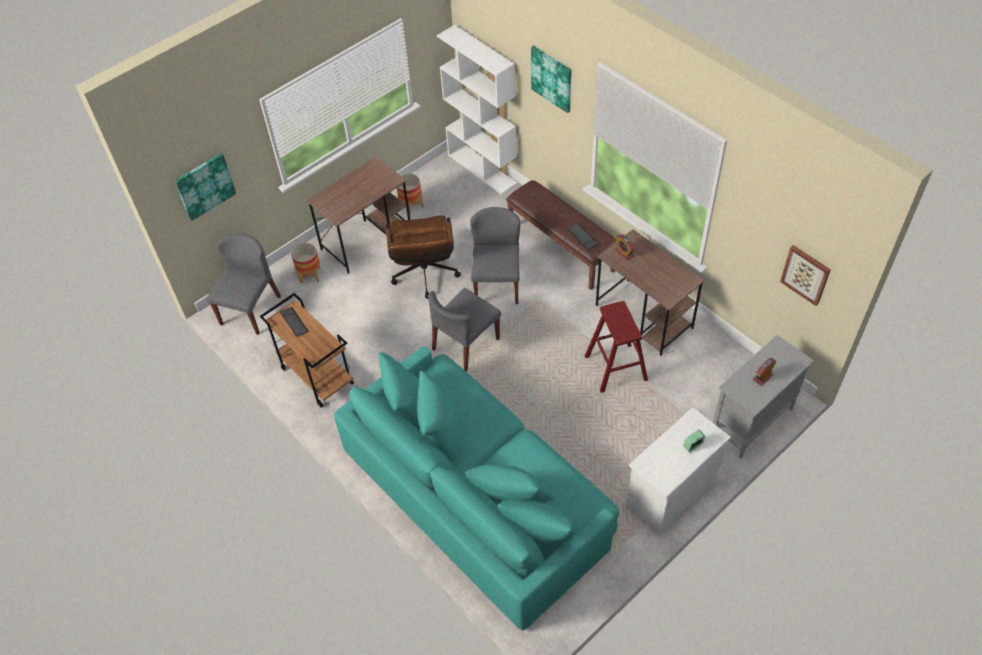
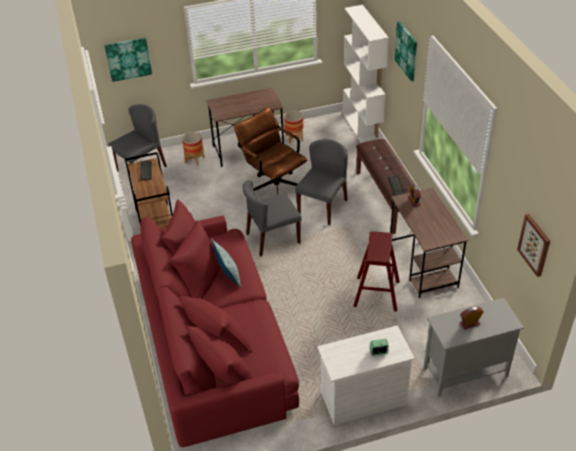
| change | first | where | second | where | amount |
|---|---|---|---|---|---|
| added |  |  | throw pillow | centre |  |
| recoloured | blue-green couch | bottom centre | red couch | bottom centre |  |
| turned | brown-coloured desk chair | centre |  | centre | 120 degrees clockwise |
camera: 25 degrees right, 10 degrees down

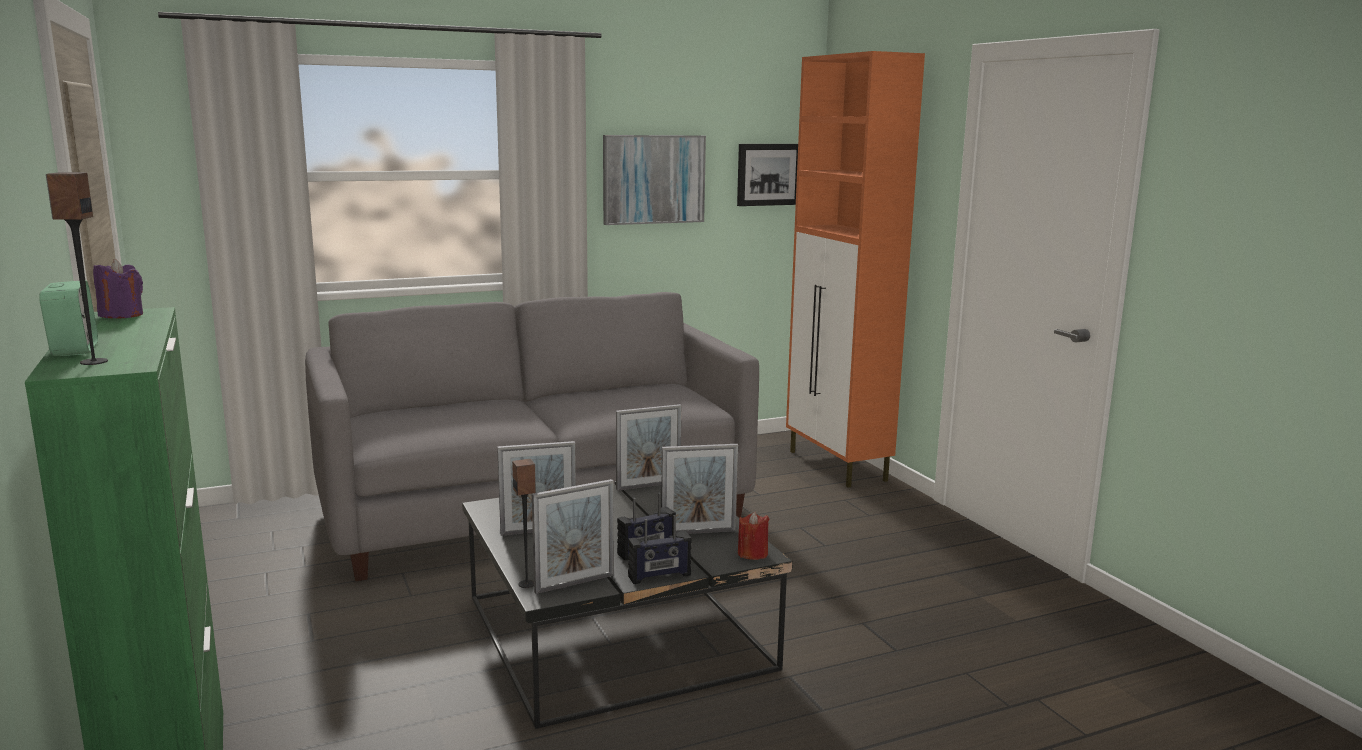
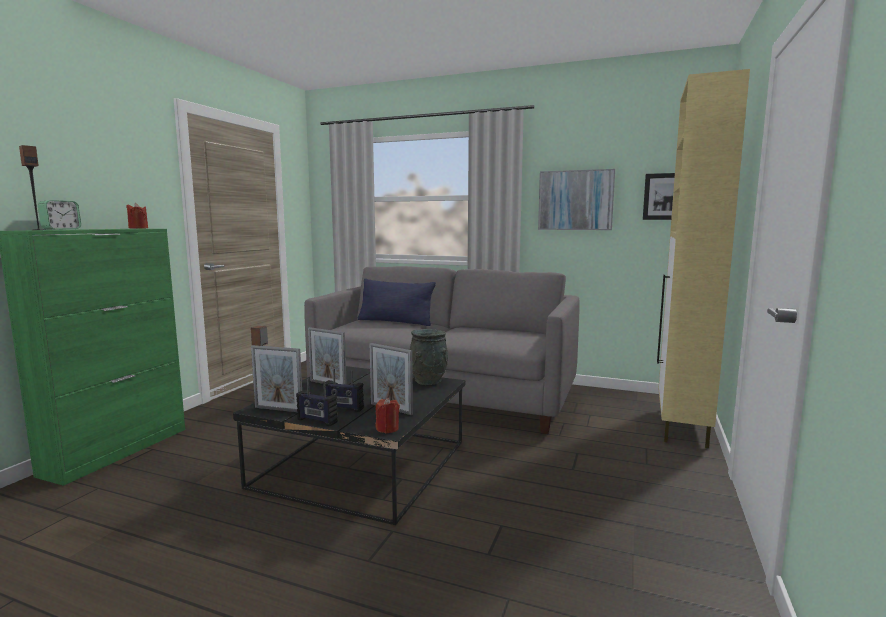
| change | first | where | second | where | amount |
|---|---|---|---|---|---|
| added |  |  | blue-coloured throw pillow | centre |  |
| replaced | picture frame (3rd from left) | centre | gray decorative vase | centre |  |
| recoloured | purplish wax light | middle left | red wax light (1st from left) | middle left |  |
| recoloured | orange cabinet | centre | beige cabinet | middle right |  |
camera: 45 degrees right, 5 degrees down

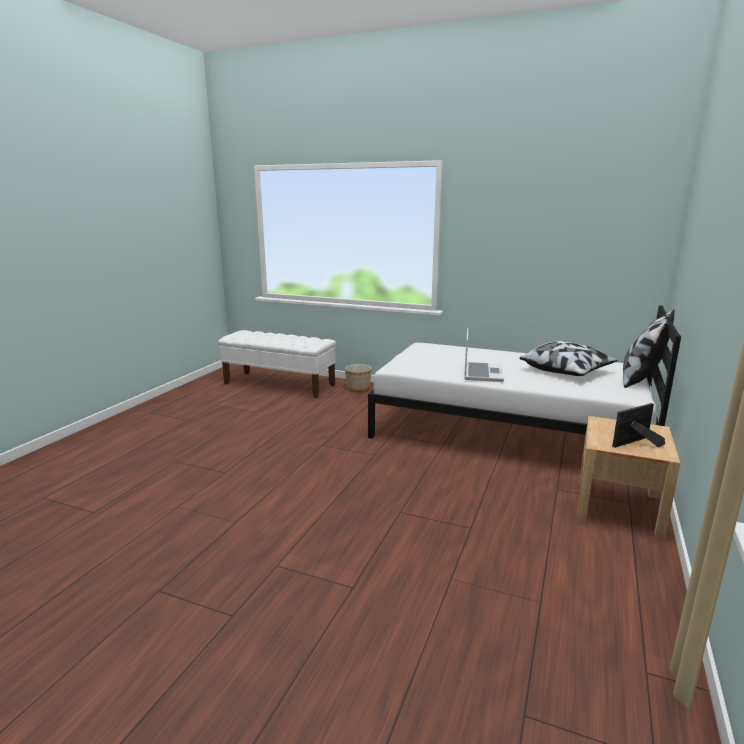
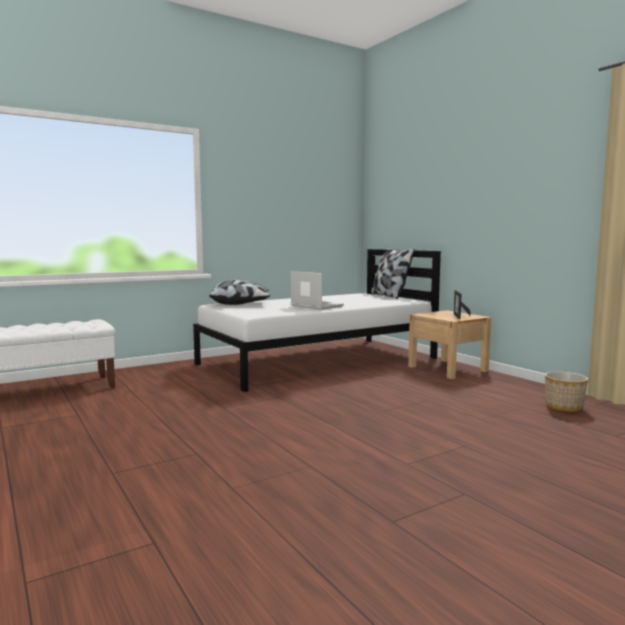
| change | first | where | second | where | amount |
|---|---|---|---|---|---|
| moved | plant pot | centre |  | middle right |  |
| moved | throw pillow (1st from left) | middle right |  | centre |  |
camera: 55 degrees left, 10 degrees down

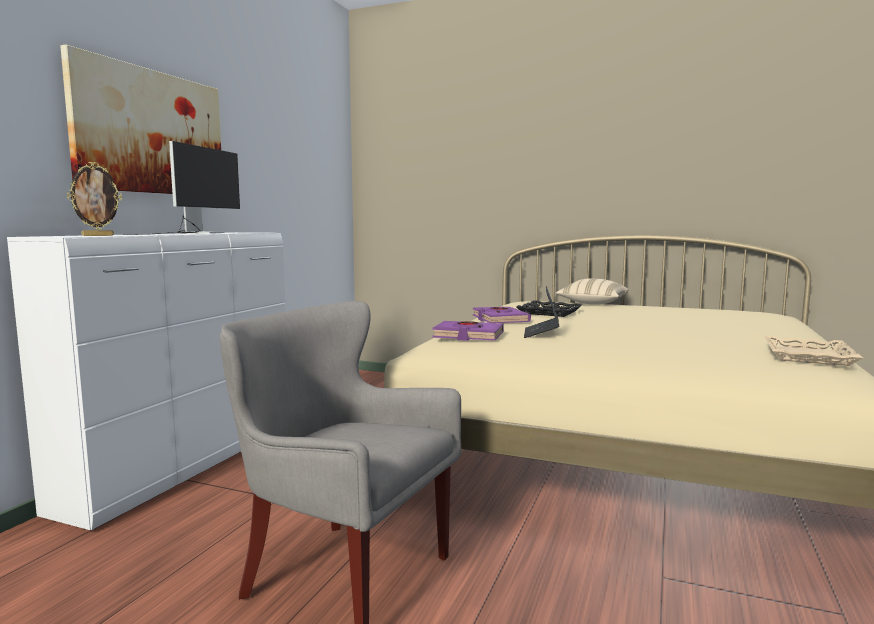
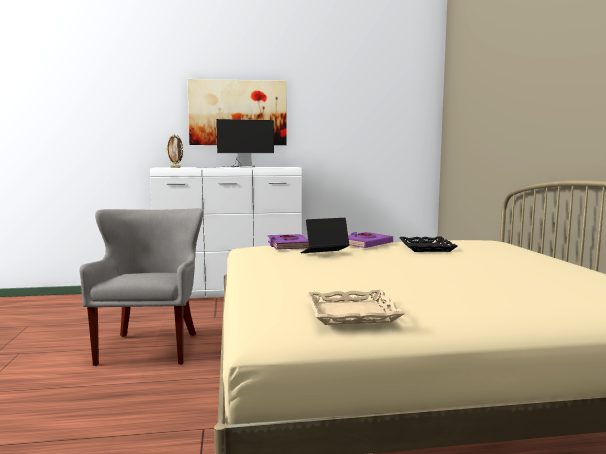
| change | first | where | second | where | amount |
|---|---|---|---|---|---|
| removed | beige throw pillow | middle right |  |  |  |
camera: 60 degrees right, 0 degrees up

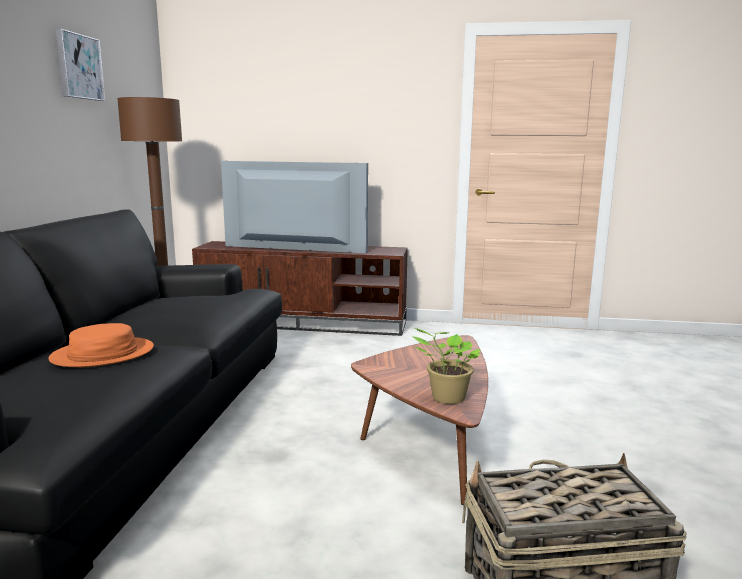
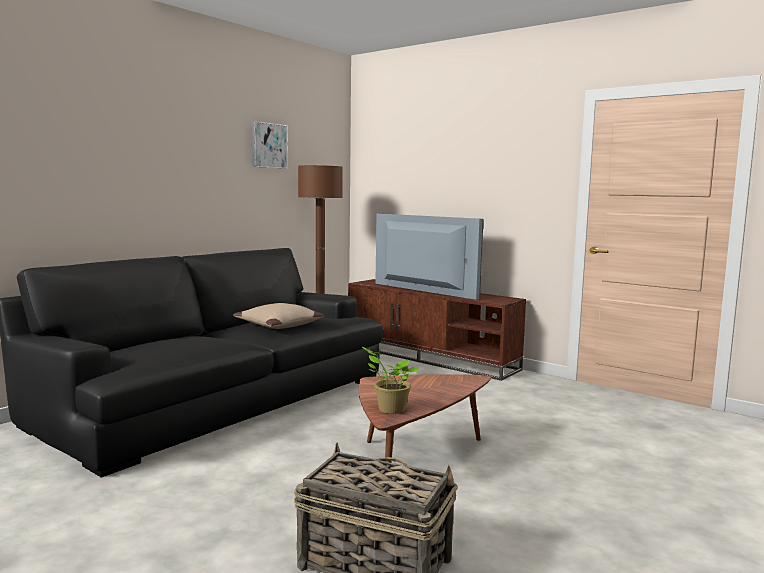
| change | first | where | second | where | amount |
|---|---|---|---|---|---|
| removed | orange hat | middle left |  |  |  |
| added |  |  | beige throw pillow | centre |  |
camera: 30 degrees right, 5 degrees down

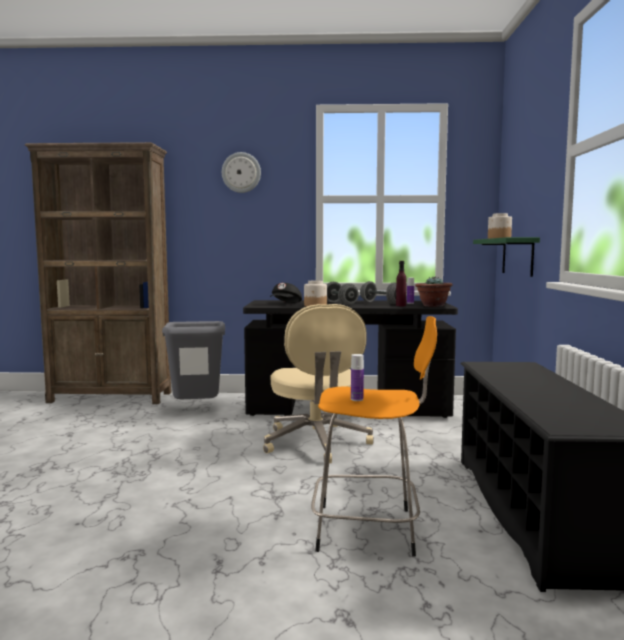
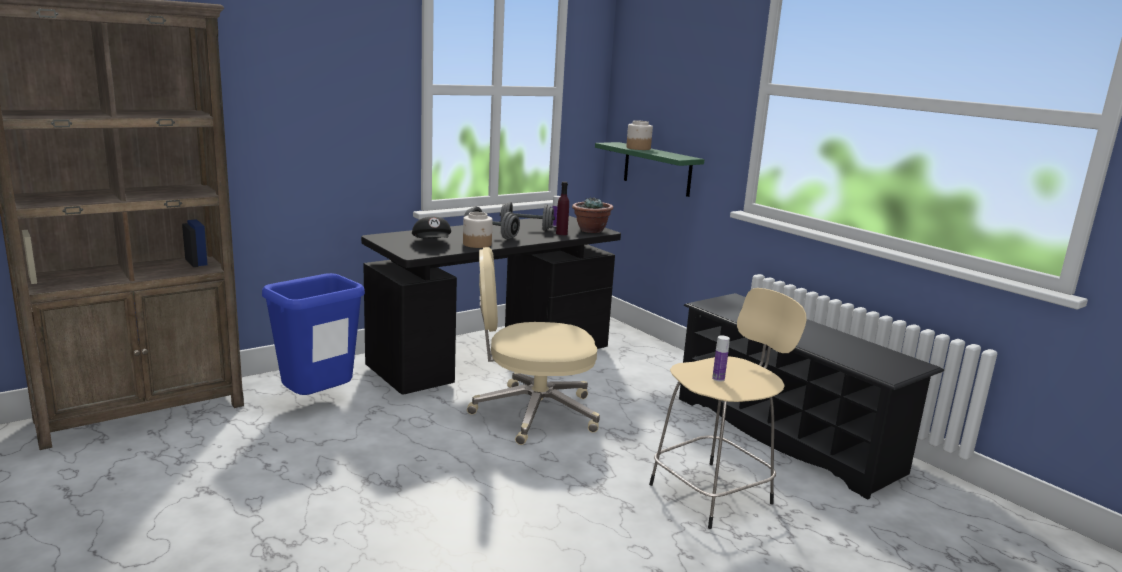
| change | first | where | second | where | amount |
|---|---|---|---|---|---|
| removed | hanging clock | top centre |  |  |  |
| recoloured | gray trash can | middle left | blue-coloured trash can | middle left |  |
| recoloured | orange stool | bottom centre | beige stool | bottom centre |  |
| turned | beige desk chair | centre |  | centre | 135 degrees clockwise |
camera: 40 degrees left, 10 degrees up

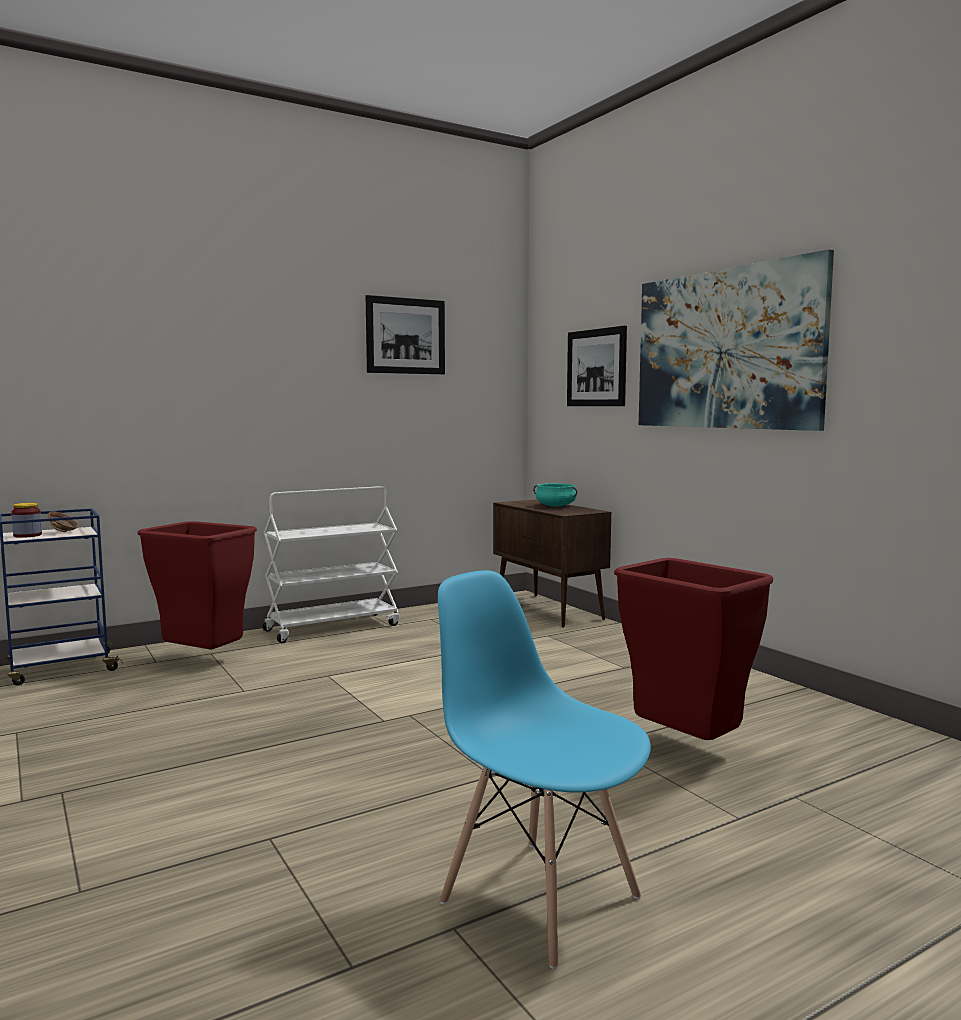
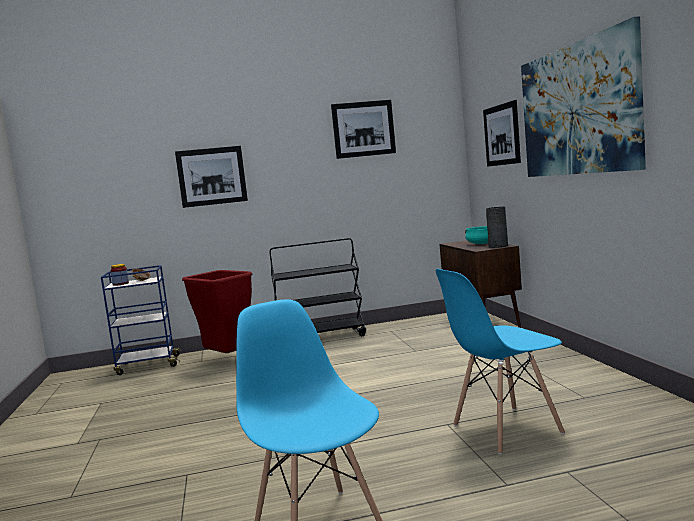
| change | first | where | second | where | amount |
|---|---|---|---|---|---|
| added |  |  | wall art (1st from left) | middle left |  |
| added |  |  | gray decorative vase | middle right |  |
| replaced | red trash can (2nd from left) | middle right | blue-coloured upright chair (2nd from left) | bottom right |  |
| recoloured | whitish wheeled cart | centre | black wheeled cart | centre |  |
camera: 20 degrees right, 0 degrees up

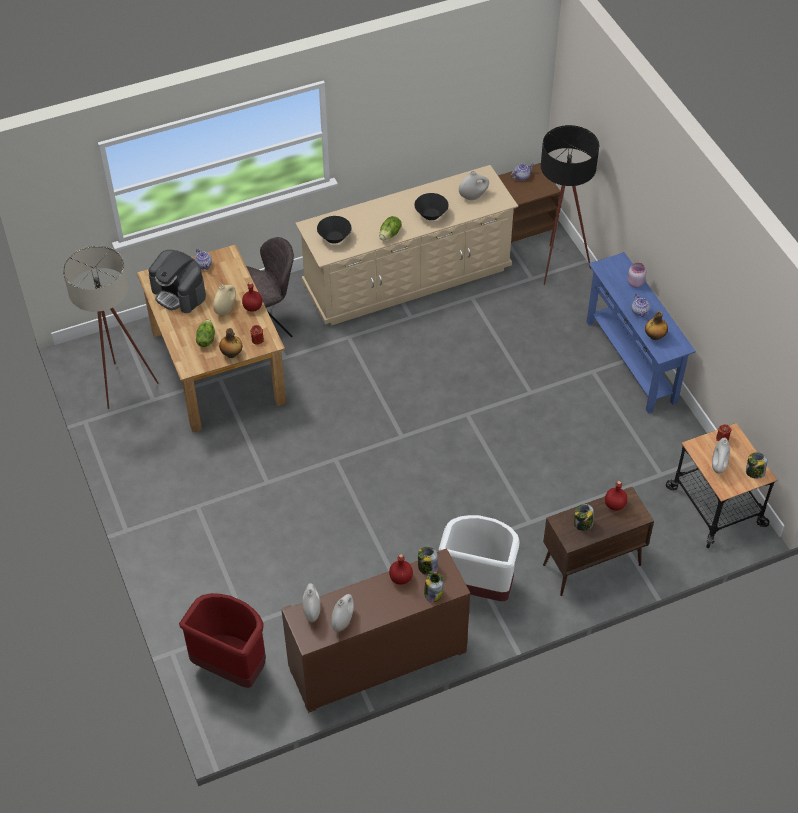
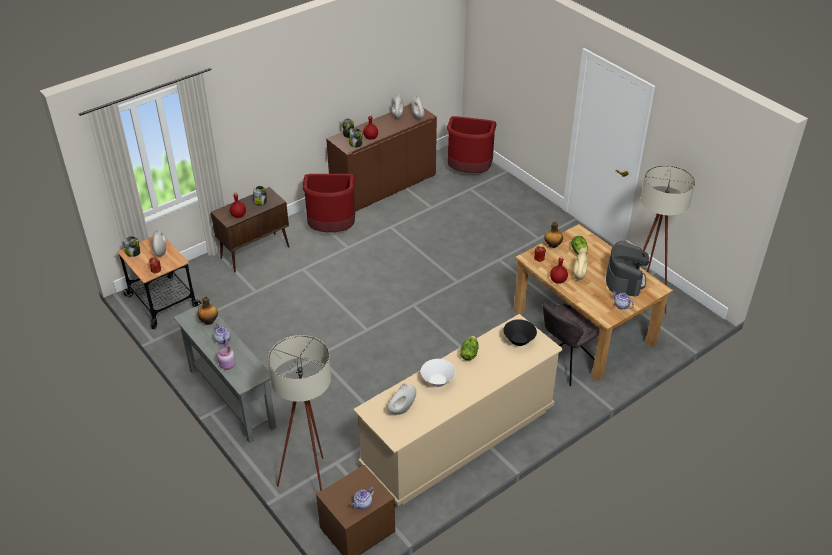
| change | first | where | second | where | amount |
|---|---|---|---|---|---|
| recoloured | black bowl (2nd from left) | top centre | whitish bowl | bottom centre |  |
| recoloured | whitish trash can | bottom centre | red trash can (1st from left) | centre |  |
| recoloured | black standing lamp | top right | beige standing lamp (1st from left) | bottom centre |  |
| recoloured | blue-coloured hall table | middle right | gray hall table | bottom left |  |
| turned | coffee maker | middle left |  | middle right | 75 degrees clockwise |
camera: 165 degrees right, 10 degrees down

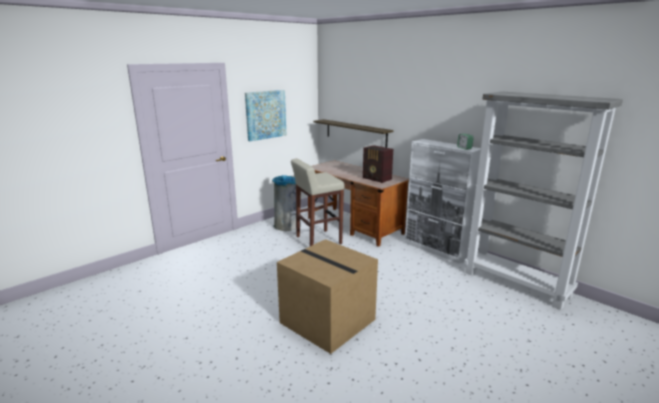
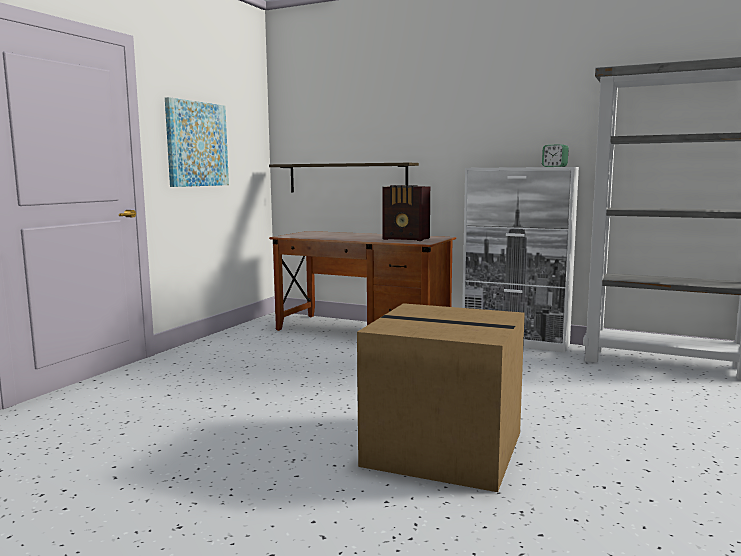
| change | first | where | second | where | amount |
|---|---|---|---|---|---|
| removed | gray trash can | centre |  |  |  |
| removed | beige stool | centre |  |  |  |
camera: 20 degrees left, 10 degrees down

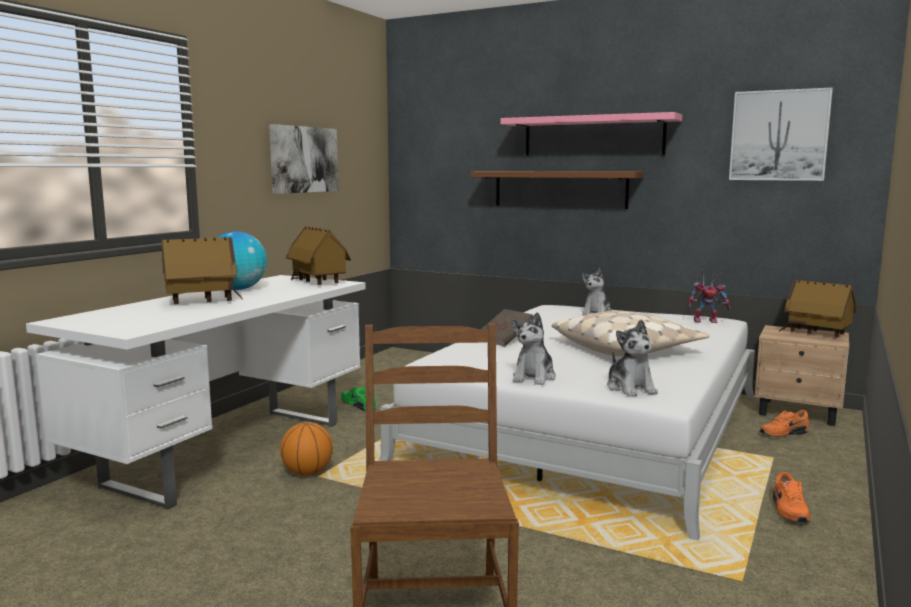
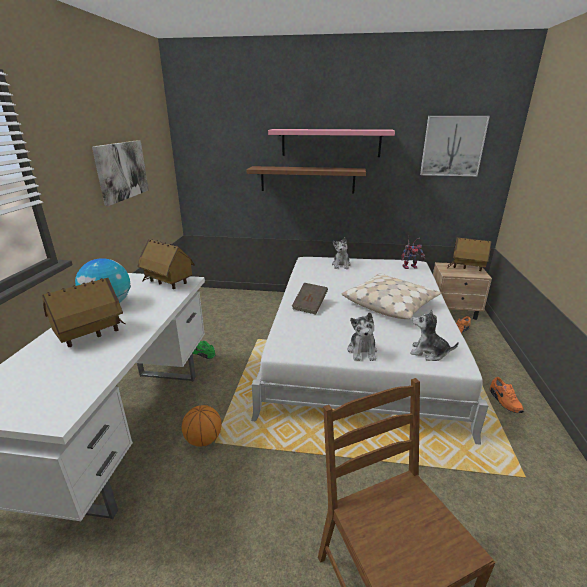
| change | first | where | second | where | amount |
|---|---|---|---|---|---|
| turned | plush toy (3rd from left) | middle right |  | middle right | 150 degrees clockwise |
camera: 20 degrees left, 15 degrees up

